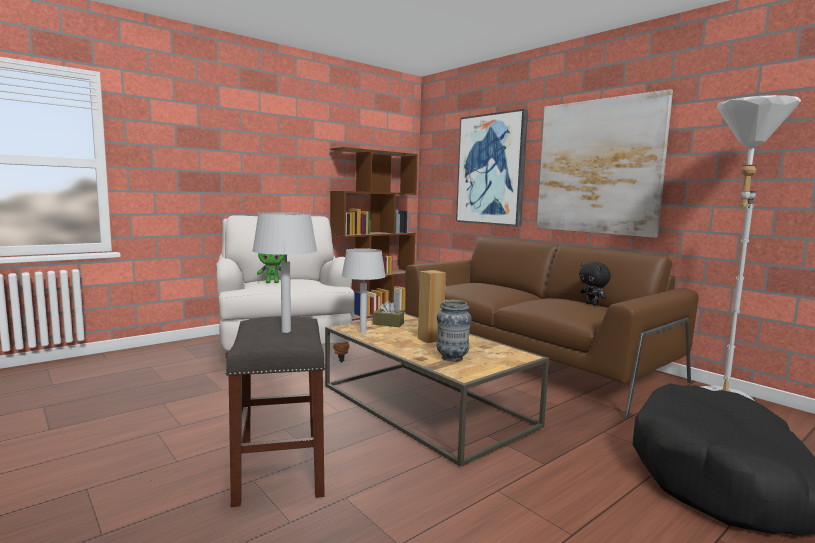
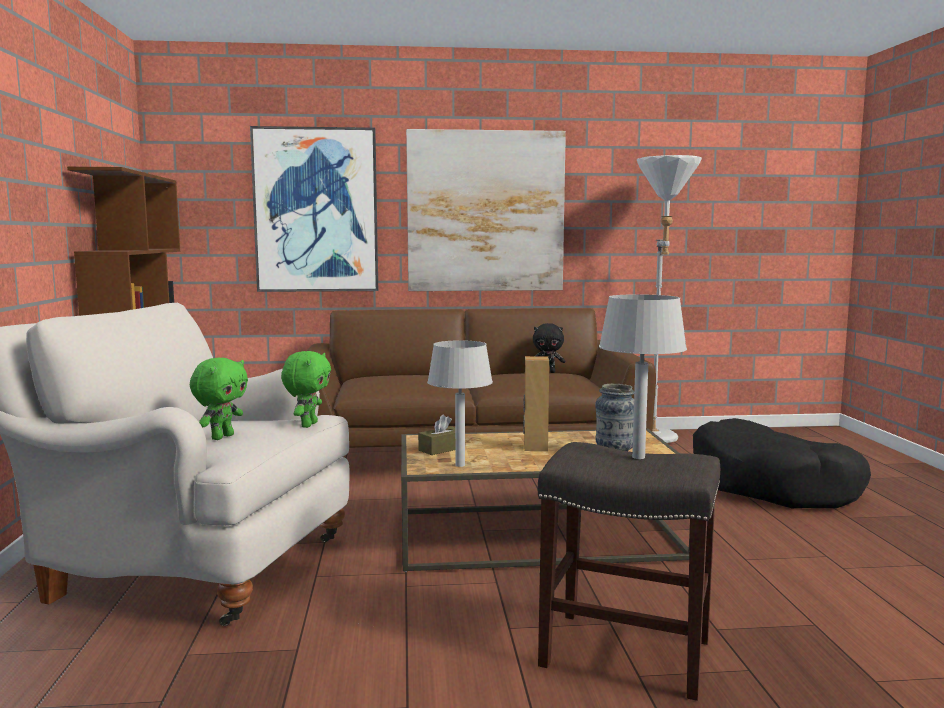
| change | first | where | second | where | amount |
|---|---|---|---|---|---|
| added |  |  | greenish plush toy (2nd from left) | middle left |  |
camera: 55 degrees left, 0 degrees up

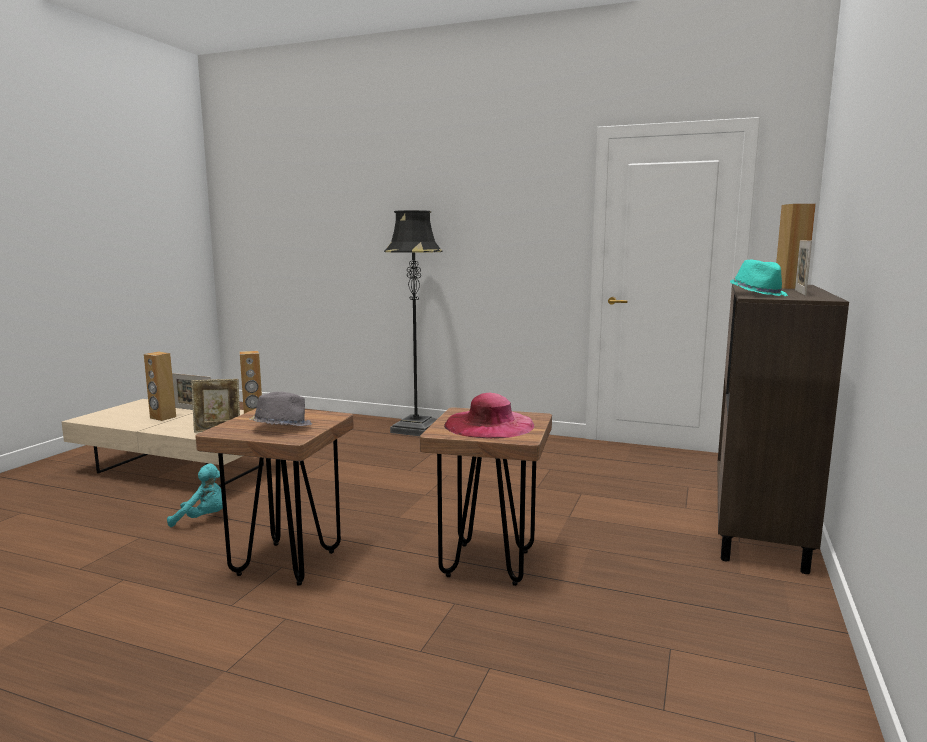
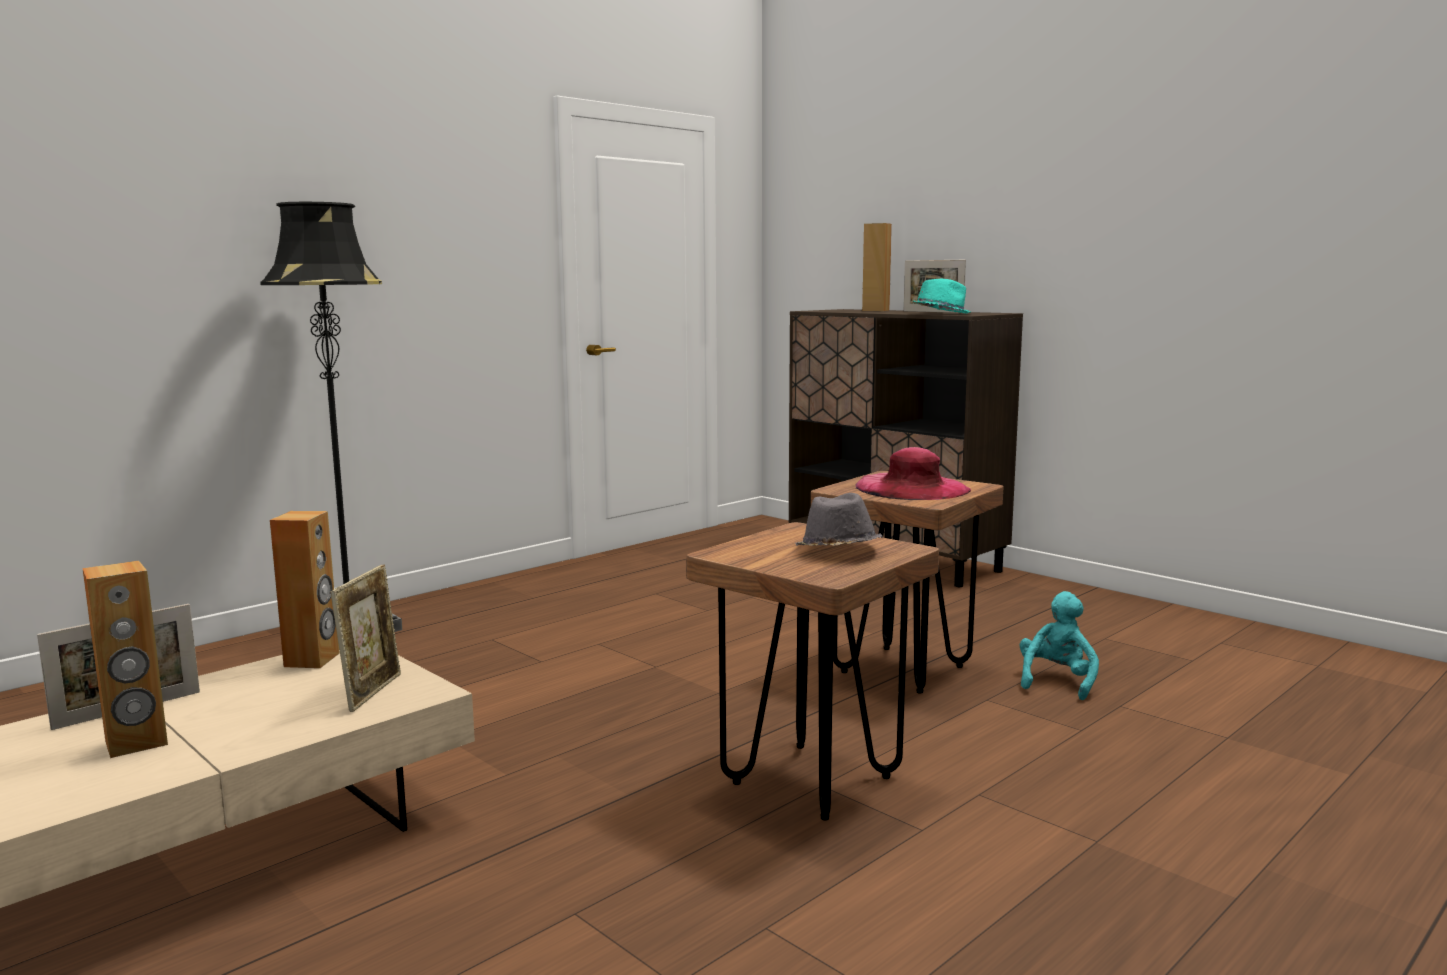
| change | first | where | second | where | amount |
|---|---|---|---|---|---|
| moved | blue-green plush toy | bottom left |  | middle right |  |
camera: 65 degrees left, 0 degrees up

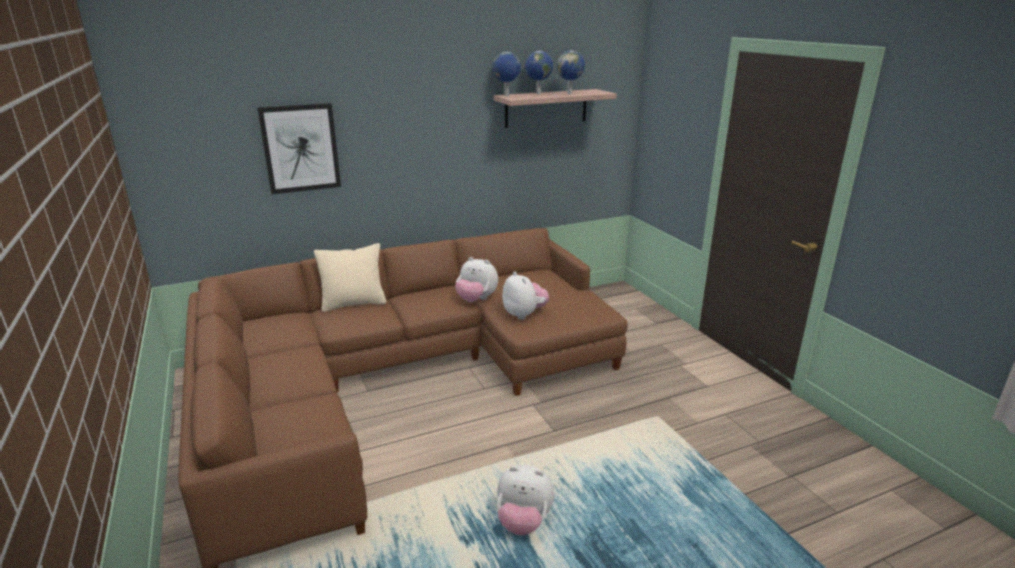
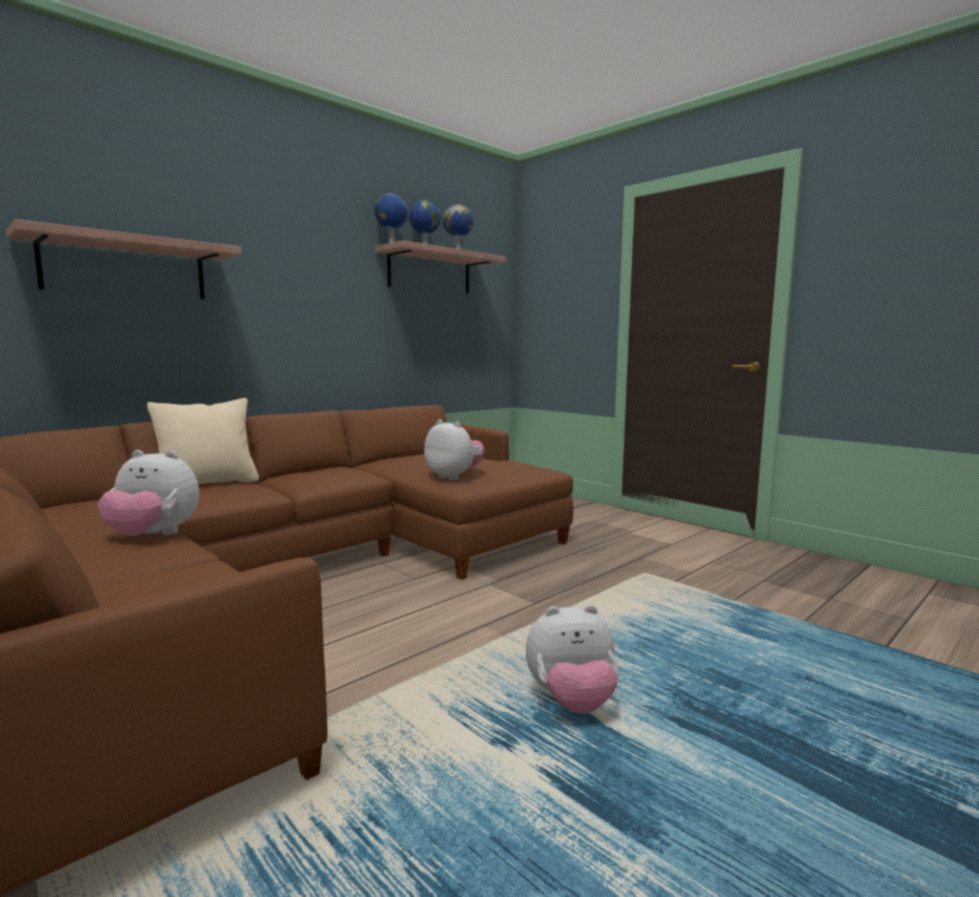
| change | first | where | second | where | amount |
|---|---|---|---|---|---|
| moved | plush toy (1st from left) | centre |  | middle left |  |
| replaced | wall art | top left | wall shelf (1st from left) | top left |  |
camera: 20 degrees left, 15 degrees down

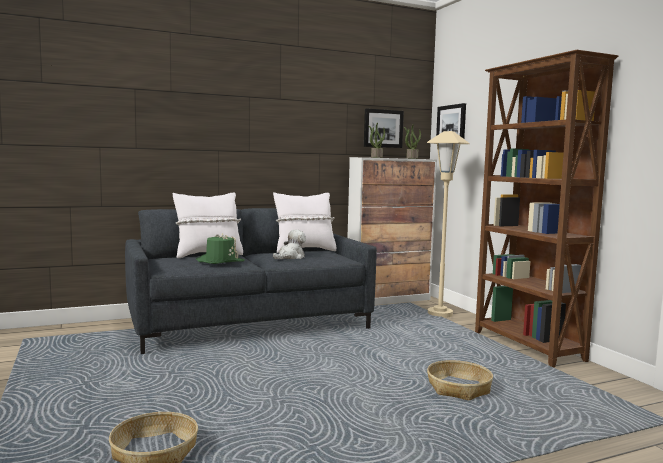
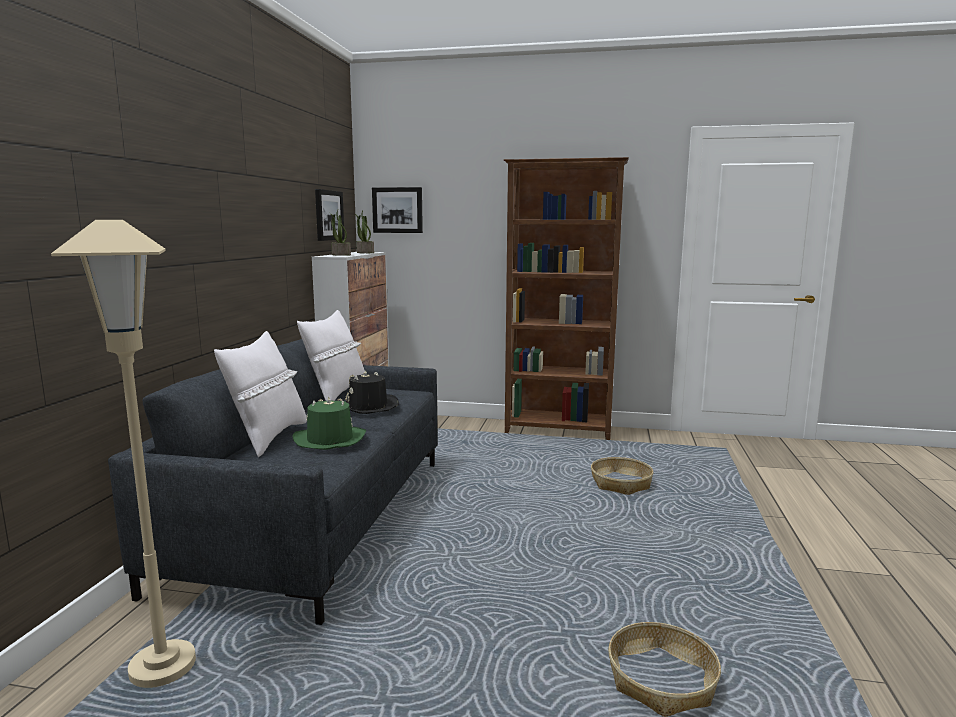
| change | first | where | second | where | amount |
|---|---|---|---|---|---|
| moved | beige standing lamp | middle right |  | middle left |  |
| replaced | plush toy | centre | black hat | centre |  |
camera: 55 degrees left, 5 degrees up

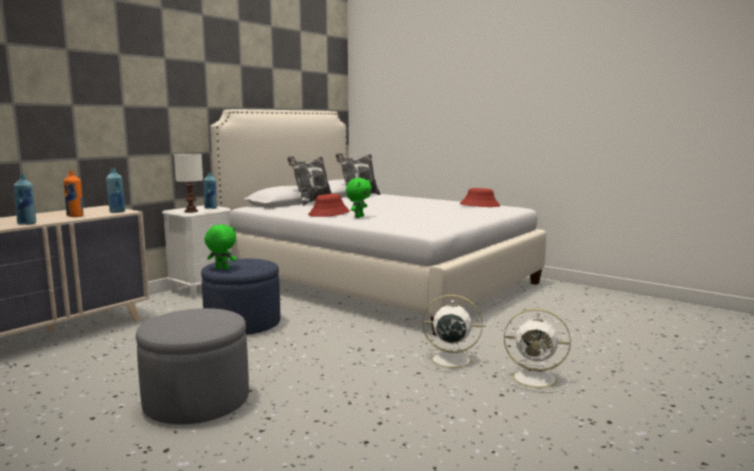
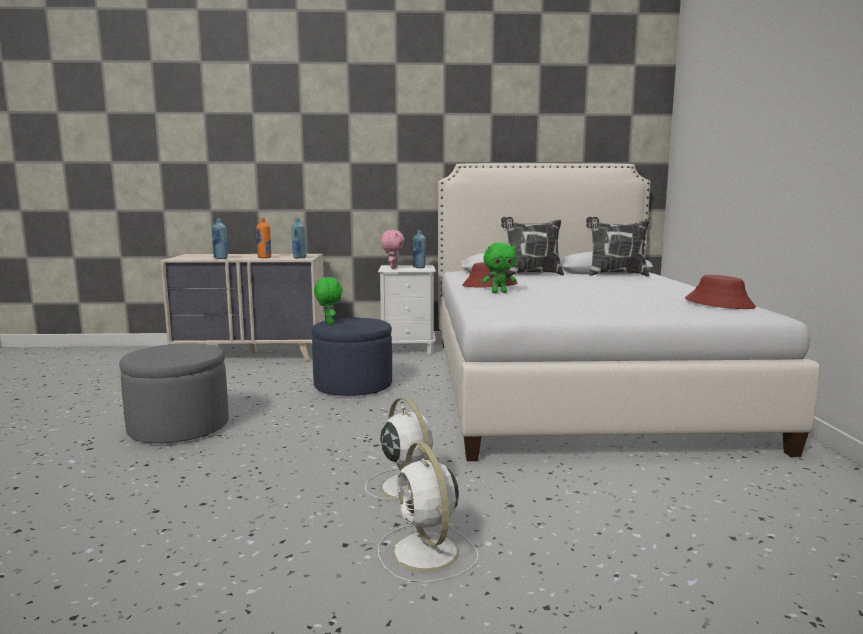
| change | first | where | second | where | amount |
|---|---|---|---|---|---|
| replaced | whitish table lamp | middle left | pinkish plush toy | centre |  |
camera: 50 degrees right, 0 degrees up

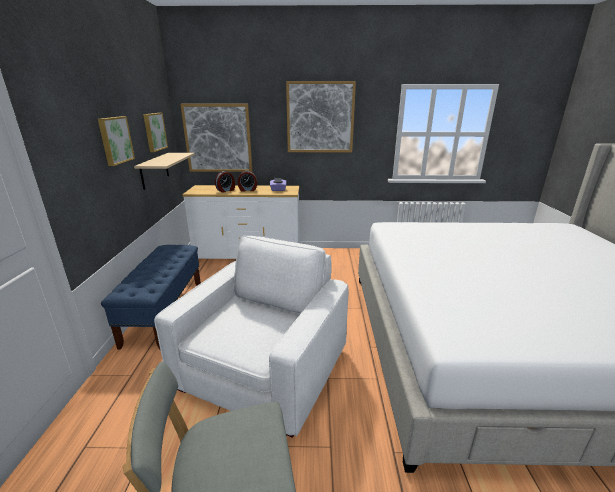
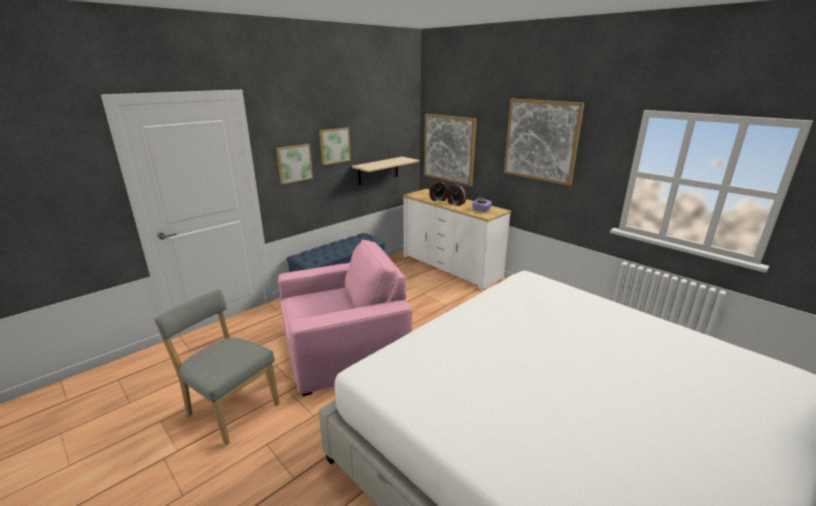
| change | first | where | second | where | amount |
|---|---|---|---|---|---|
| moved | wall art (2nd from left in the first image) | top left | wall art (1st from left) | top centre |  |
| recoloured | whitish easy chair | bottom centre | pinkish easy chair | centre |  |
camera: 45 degrees right, 0 degrees up

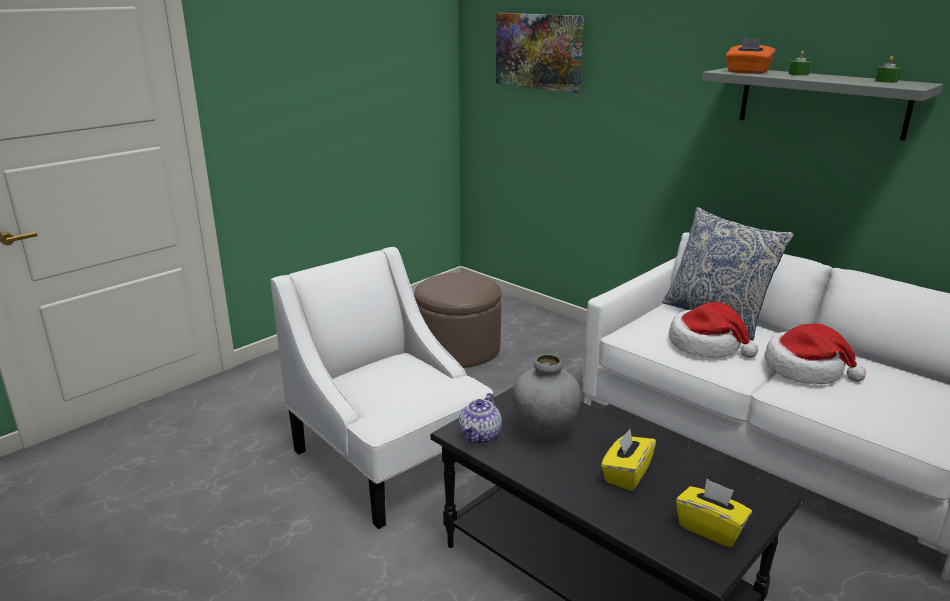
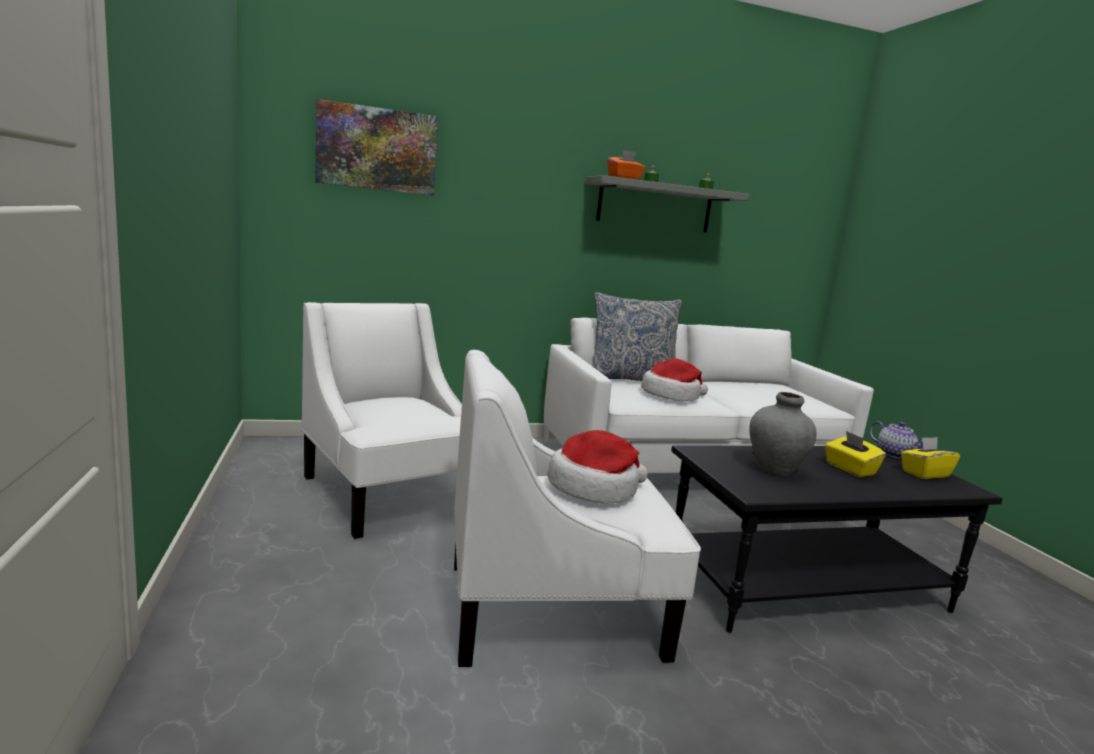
| change | first | where | second | where | amount |
|---|---|---|---|---|---|
| moved | tea pot | bottom centre |  | middle right |  |
| moved | hat (2nd from left in the first image) | middle right | hat (1st from left) | centre |  |
| replaced | brown-coloured ottoman | centre | whitish easy chair (1st from left) | centre |  |
camera: 60 degrees left, 10 degrees down

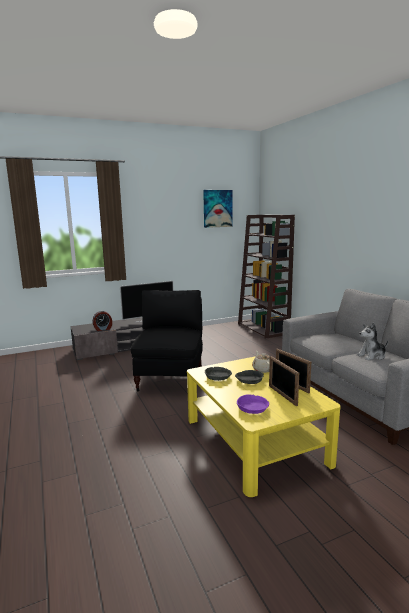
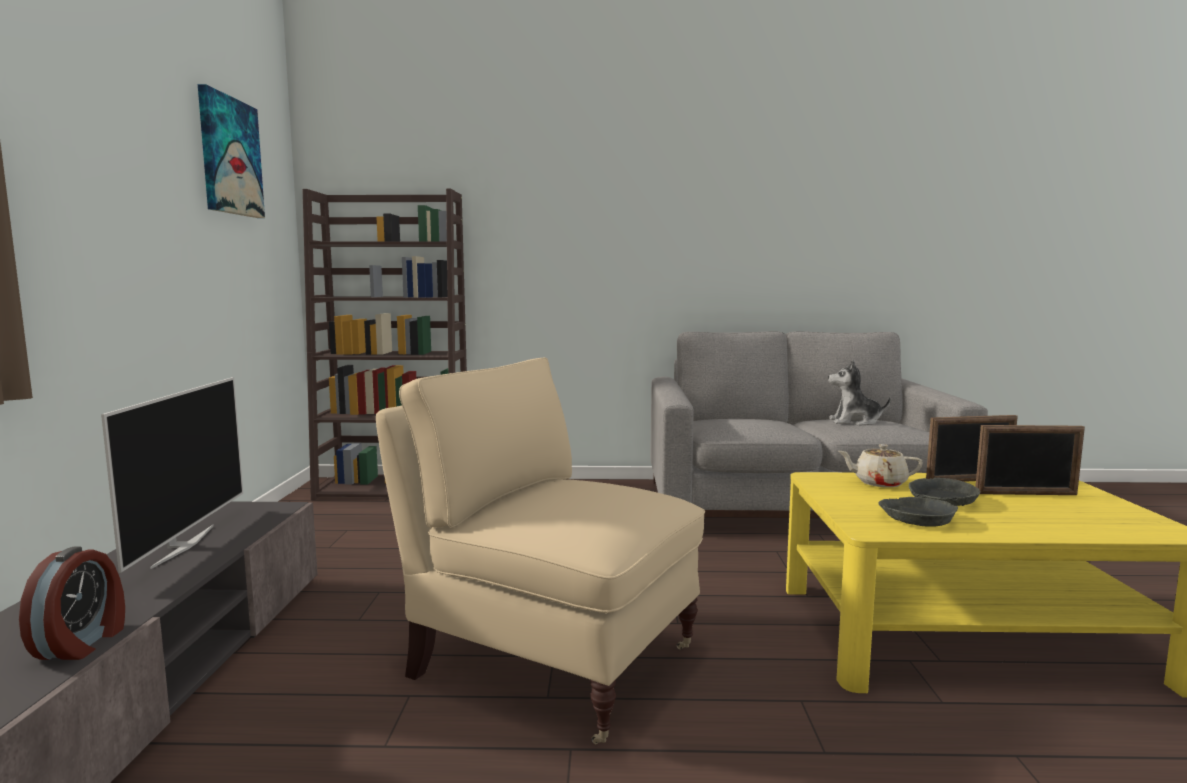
| change | first | where | second | where | amount |
|---|---|---|---|---|---|
| removed | purplish bowl | centre |  |  |  |
| recoloured | black easy chair | centre | beige easy chair | bottom centre |  |
| turned | plush toy | middle right |  | middle right | 90 degrees clockwise |
camera: 65 degrees left, 5 degrees down

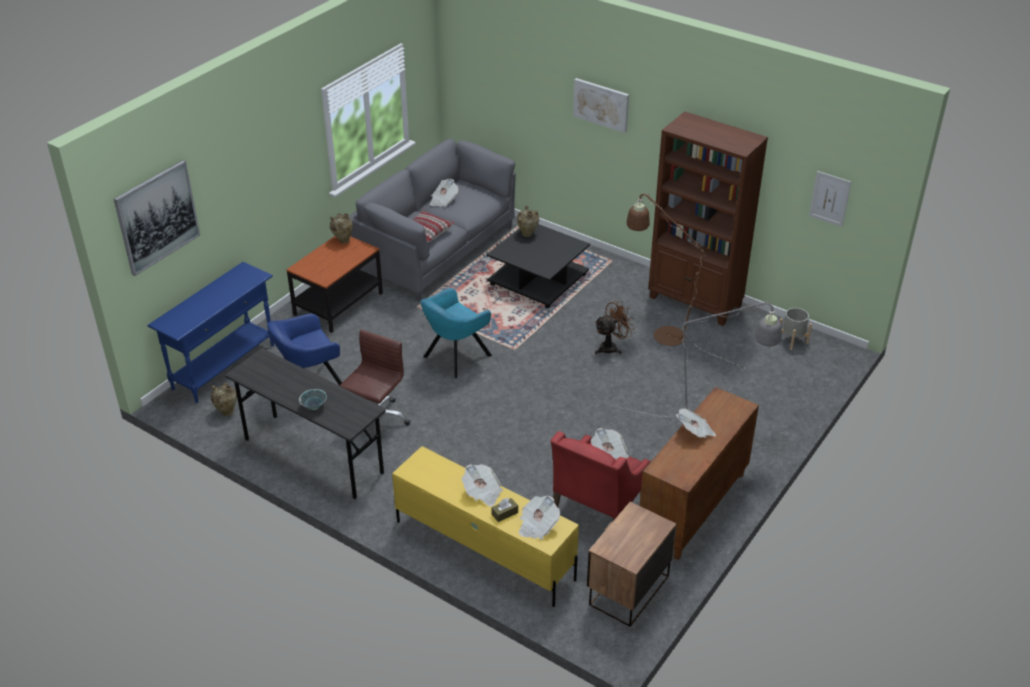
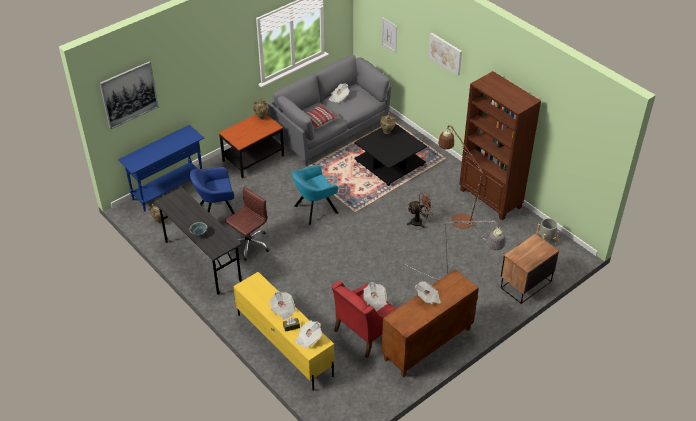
| change | first | where | second | where | amount |
|---|---|---|---|---|---|
| moved | night table | bottom centre |  | middle right |  |
| moved | wall art (3rd from left in the first image) | top right | wall art (2nd from left) | top centre |  |
camera: 15 degrees right, 5 degrees up

